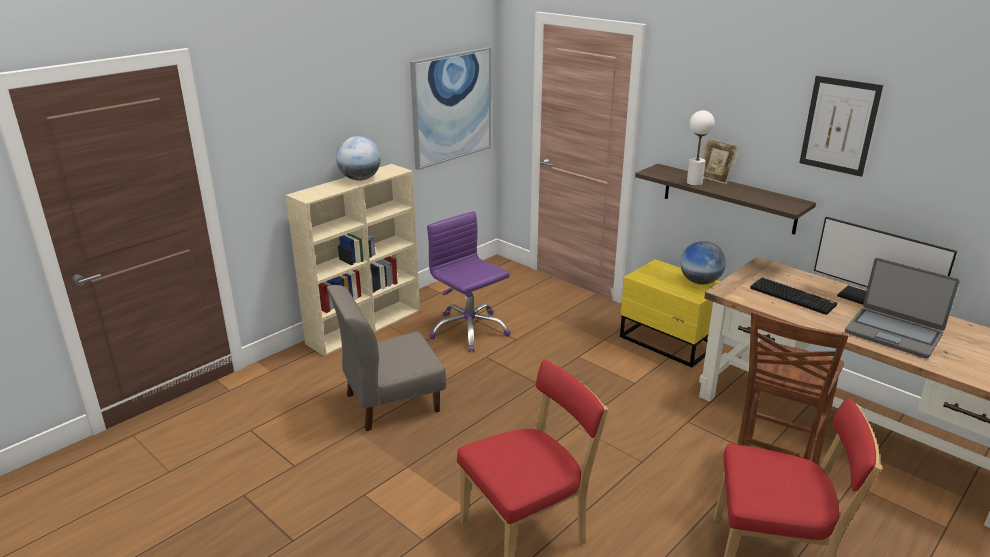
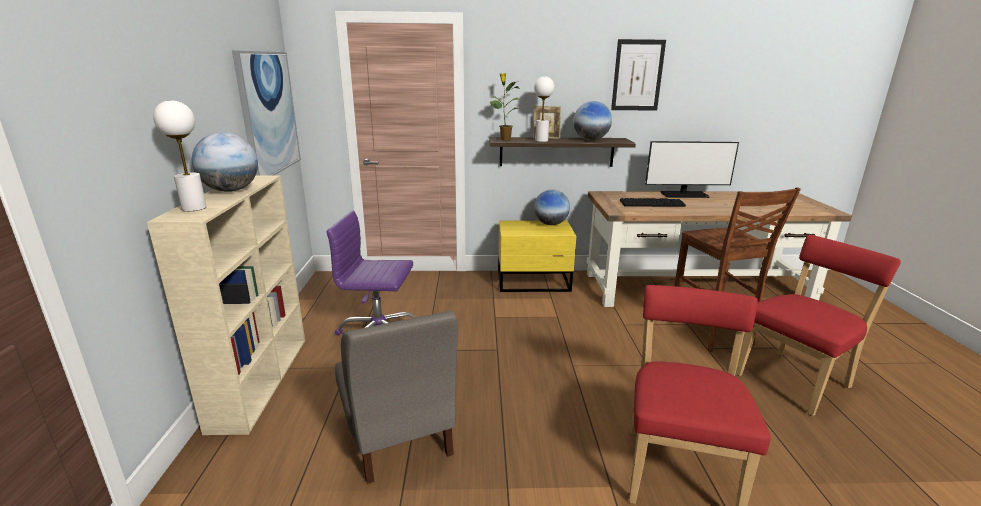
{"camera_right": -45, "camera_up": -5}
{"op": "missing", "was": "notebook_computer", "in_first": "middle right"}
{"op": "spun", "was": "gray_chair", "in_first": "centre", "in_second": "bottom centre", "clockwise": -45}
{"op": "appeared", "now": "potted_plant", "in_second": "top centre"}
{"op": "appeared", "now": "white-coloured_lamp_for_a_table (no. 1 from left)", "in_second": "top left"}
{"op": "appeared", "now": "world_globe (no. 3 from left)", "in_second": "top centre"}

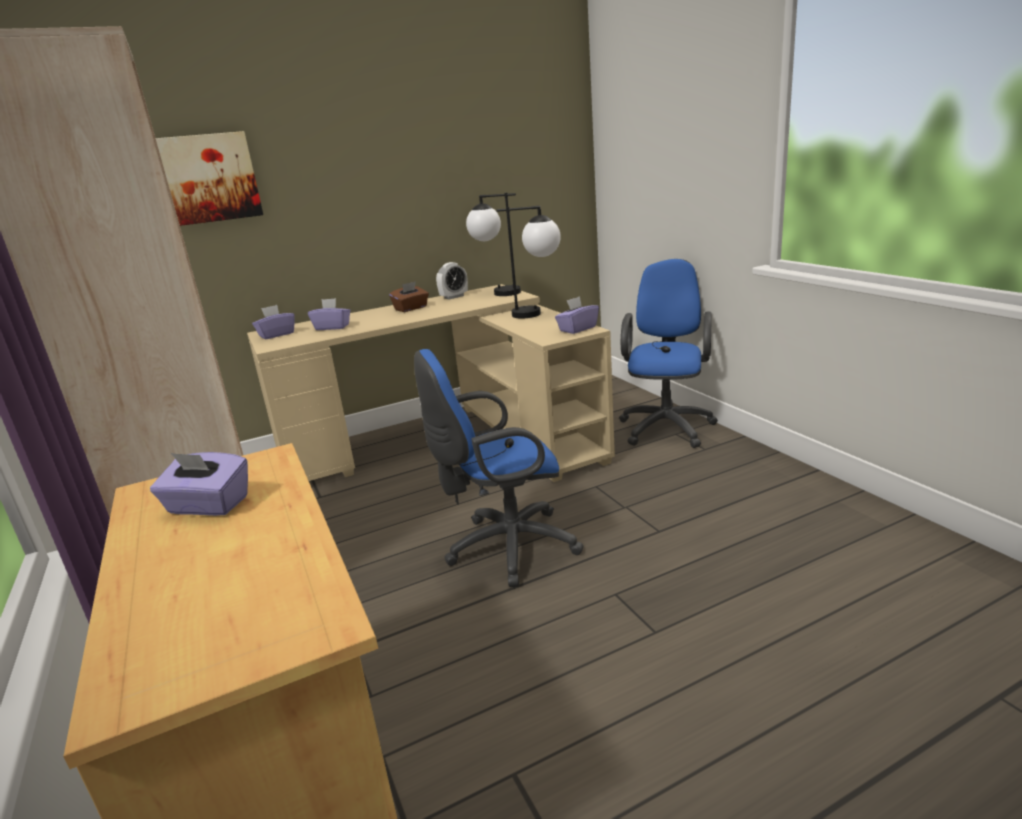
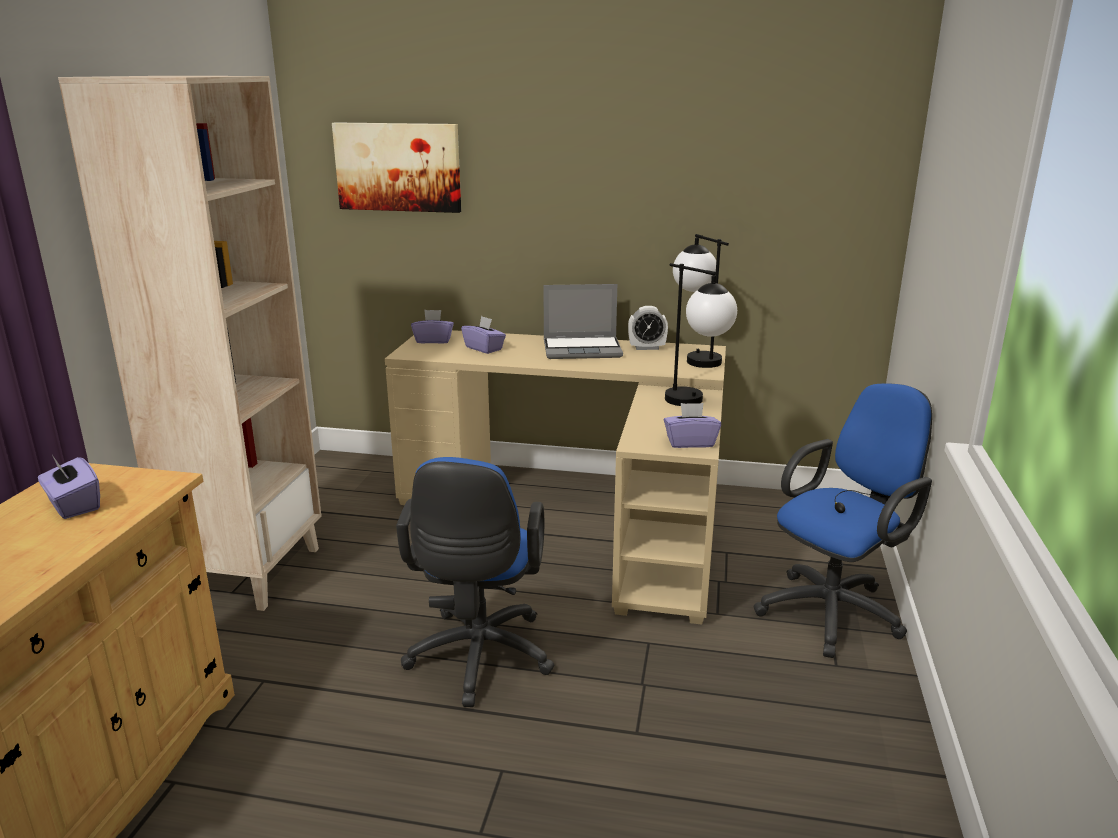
{"camera_right": 35, "camera_up": 0}
{"op": "exchanged", "was": "brownish_box_of_tissues", "now": "notebook_computer", "in_first": "centre", "in_second": "centre"}
{"op": "spun", "was": "blue-coloured_desk_chair (no. 1 from left)", "in_first": "centre", "in_second": "bottom centre", "clockwise": -105}

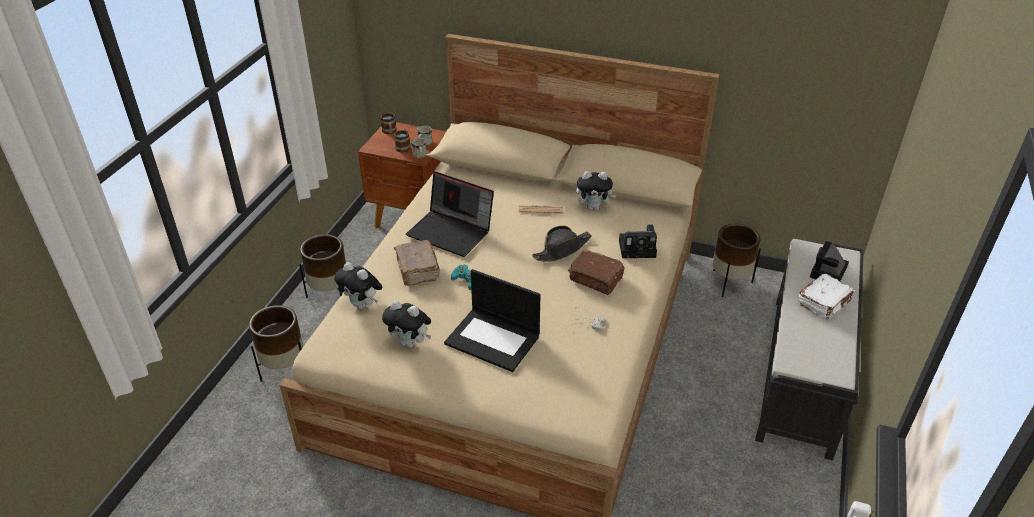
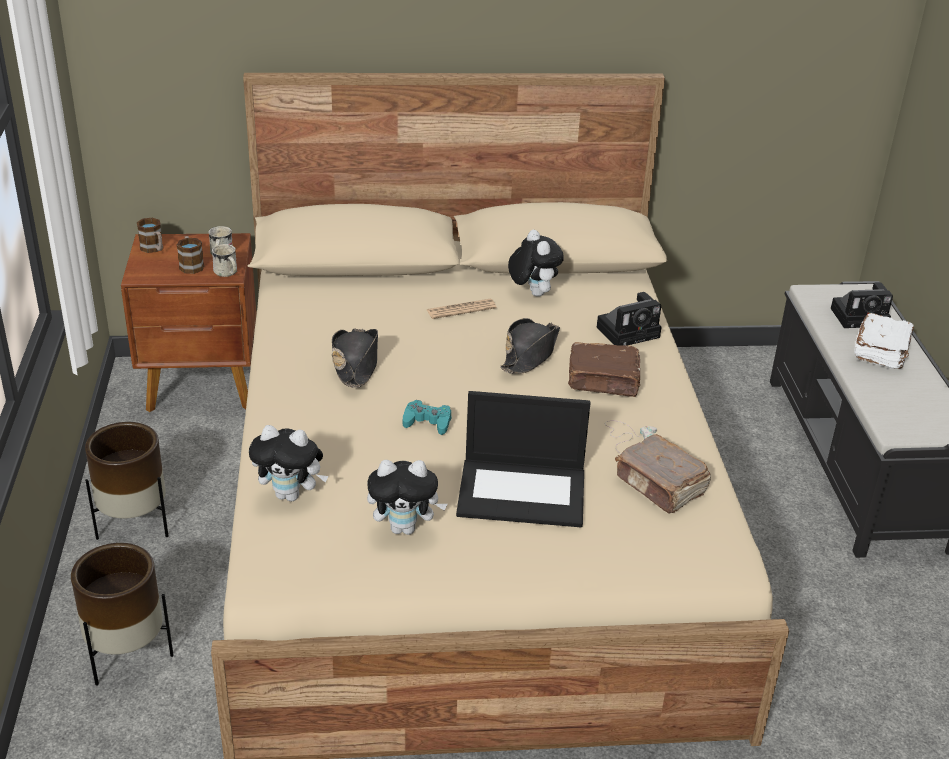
{"camera_right": -25, "camera_up": -5}
{"op": "exchanged", "was": "notebook_computer (no. 1 from left)", "now": "black_wearable_hat (no. 1 from left)", "in_first": "centre", "in_second": "centre"}
{"op": "spun", "was": "cuddly_toy (no. 3 from left)", "in_first": "centre", "in_second": "centre", "clockwise": -90}
{"op": "missing", "was": "brownish_flower_pot (no. 3 from left)", "in_first": "middle right"}
{"op": "relocated", "was": "brownish_book (no. 1 from left in the first image)", "now": "brownish_book (no. 2 from left)", "in_first": "centre", "in_second": "middle right"}
{"op": "spun", "was": "still_camera (no. 2 from left)", "in_first": "middle right", "in_second": "middle right", "clockwise": -105}

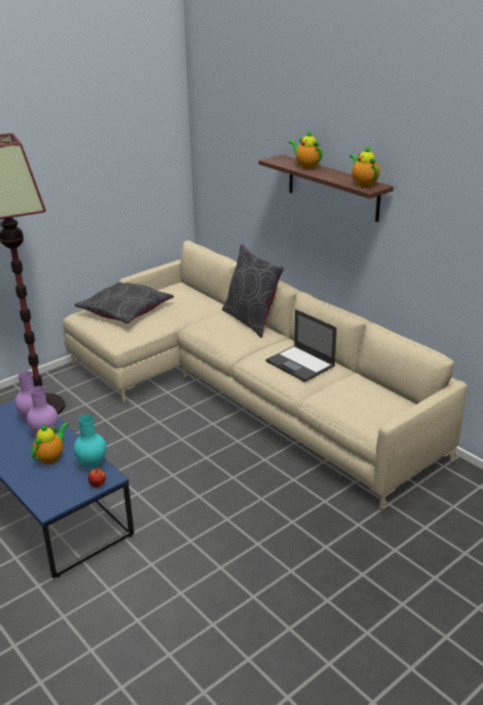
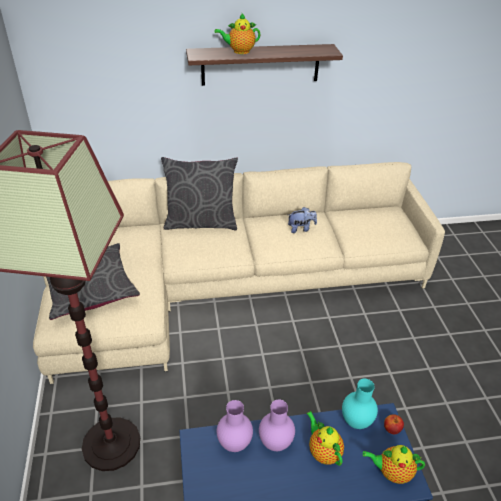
{"camera_right": -60, "camera_up": 10}
{"op": "relocated", "was": "pot_for_tea (no. 3 from left)", "in_first": "top right", "in_second": "bottom right"}
{"op": "exchanged", "was": "notebook_computer", "now": "cuddly_toy", "in_first": "centre", "in_second": "centre"}

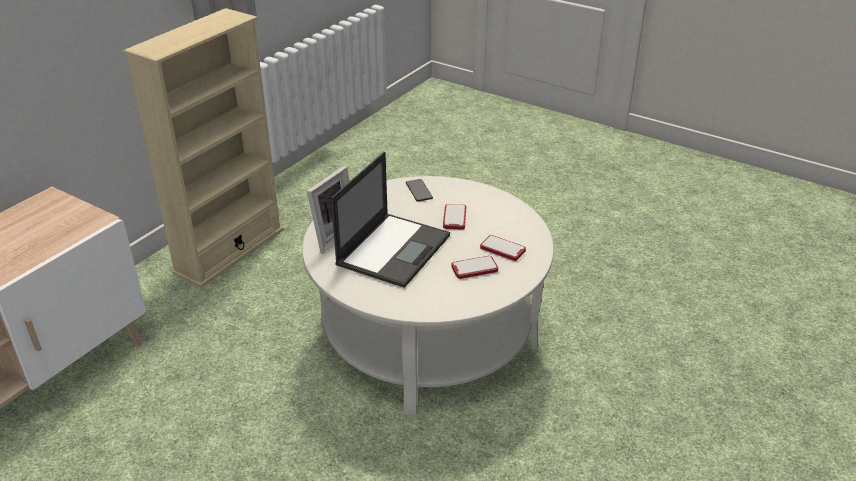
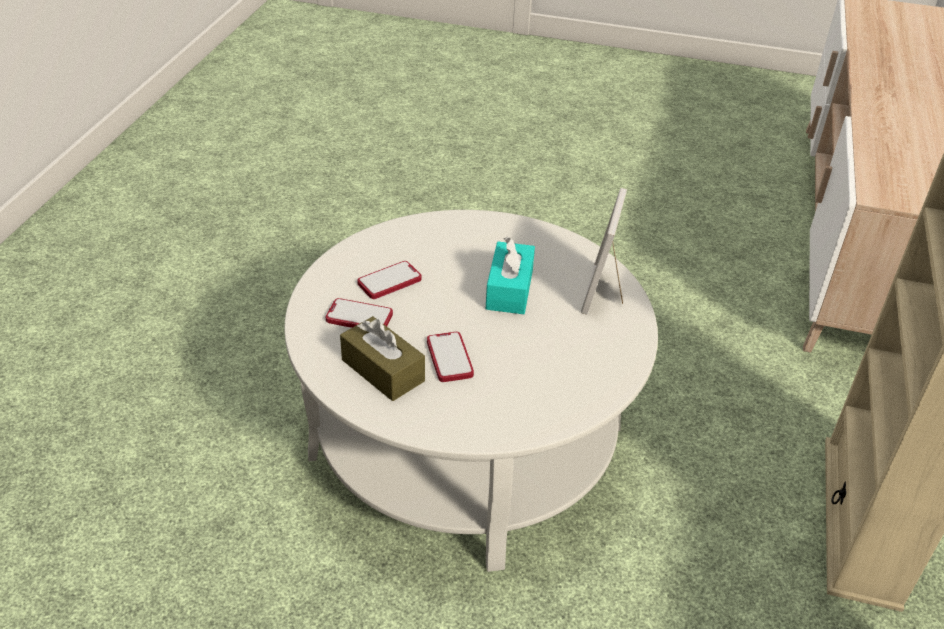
{"camera_right": 160, "camera_up": 5}
{"op": "exchanged", "was": "notebook_computer", "now": "turquoise_box_of_tissues", "in_first": "centre", "in_second": "centre"}
{"op": "missing", "was": "telephone (no. 1 from left)", "in_first": "centre"}
{"op": "appeared", "now": "brownish_box_of_tissues", "in_second": "centre"}

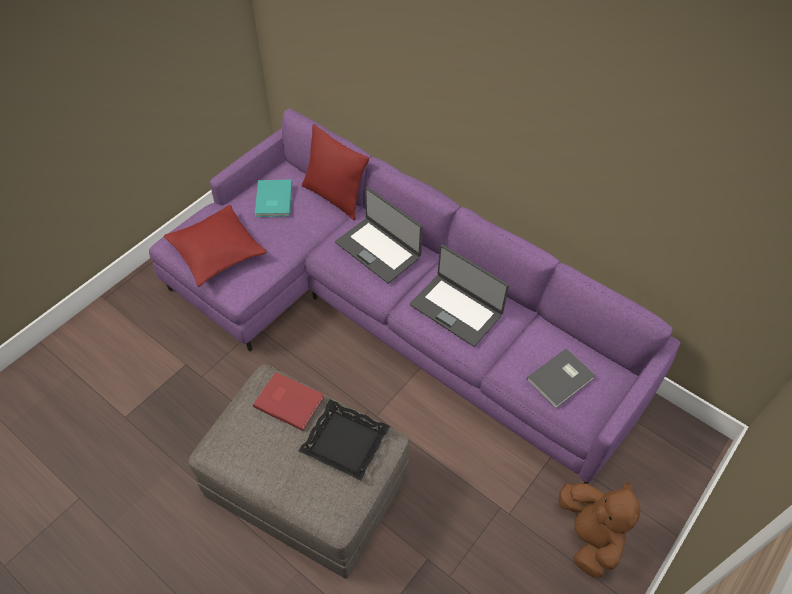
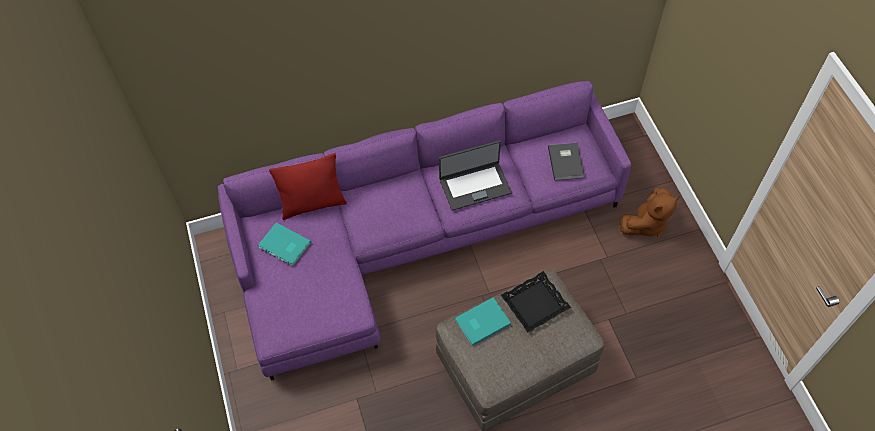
{"camera_right": -55, "camera_up": 5}
{"op": "missing", "was": "notebook_computer (no. 1 from left)", "in_first": "centre"}
{"op": "missing", "was": "reddish_pillow (no. 1 from left)", "in_first": "middle left"}
{"op": "colour", "was": "reddish_book", "now": "turquoise_book (no. 2 from left)", "in_first": "bottom centre", "in_second": "bottom centre"}
{"op": "spun", "was": "brownish_cuddly_toy", "in_first": "bottom right", "in_second": "middle right", "clockwise": 120}

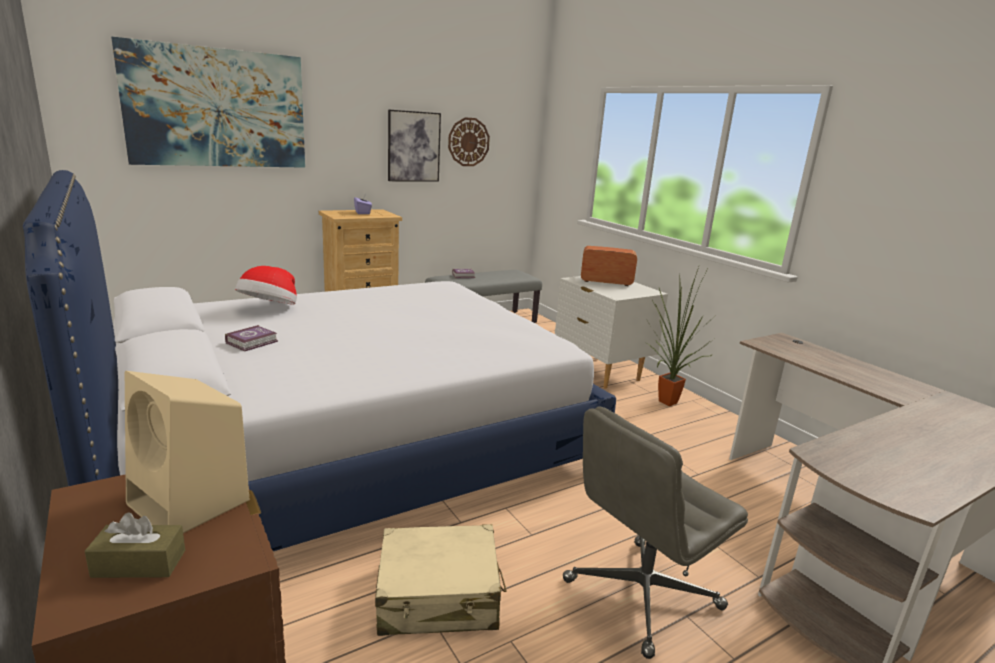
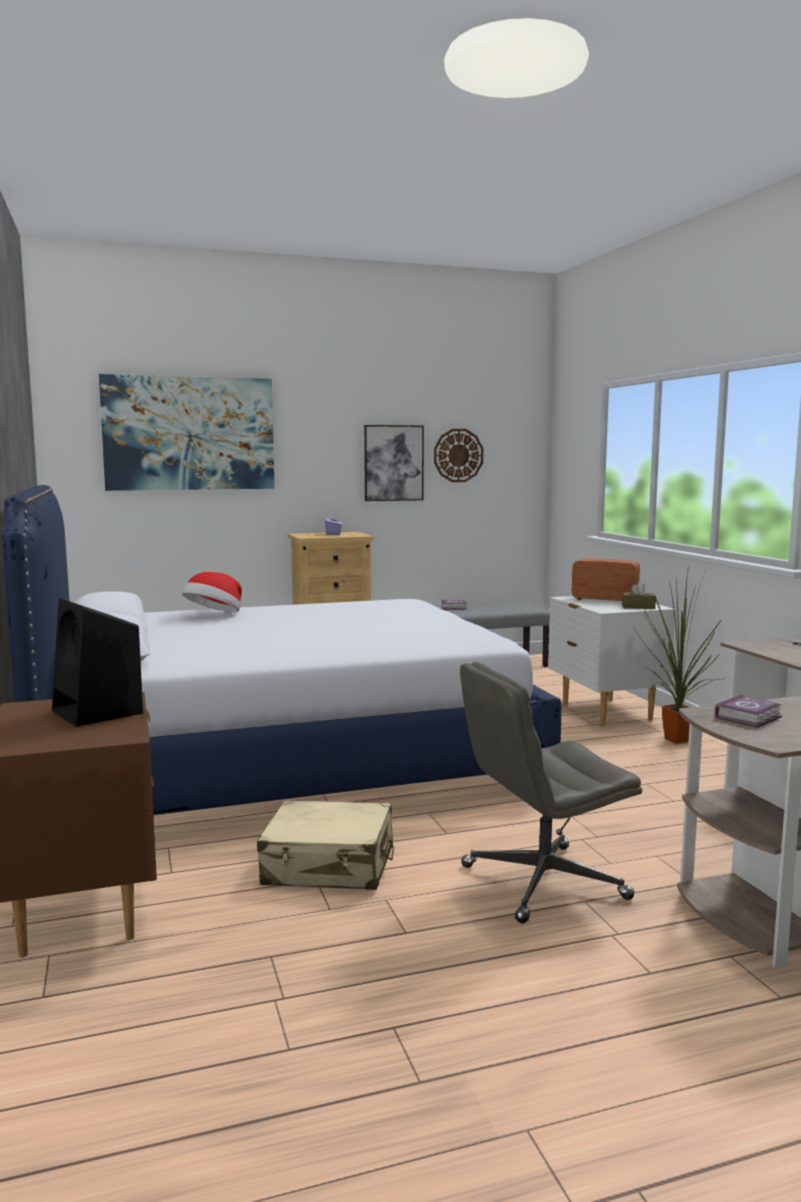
{"camera_right": 15, "camera_up": -10}
{"op": "relocated", "was": "book (no. 1 from left in the first image)", "now": "book (no. 2 from left)", "in_first": "middle left", "in_second": "middle right"}
{"op": "colour", "was": "beige_speaker", "now": "black_speaker", "in_first": "bottom left", "in_second": "middle left"}
{"op": "relocated", "was": "brownish_box_of_tissues", "in_first": "bottom left", "in_second": "middle right"}

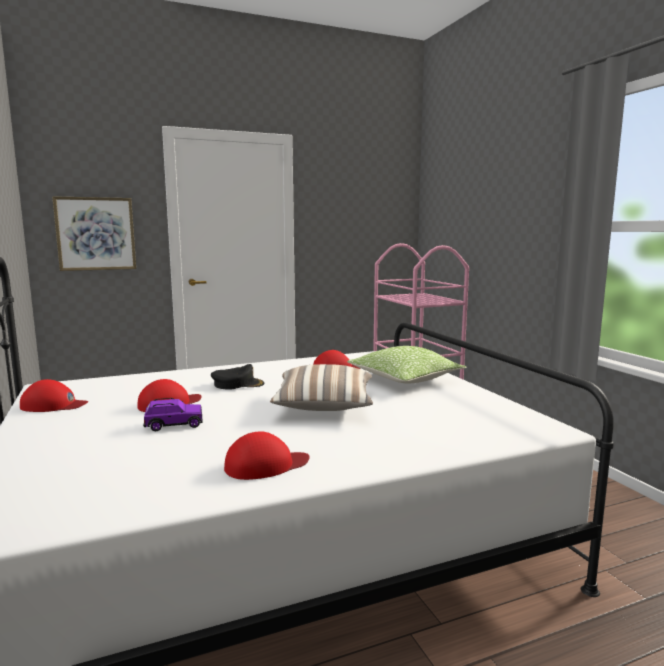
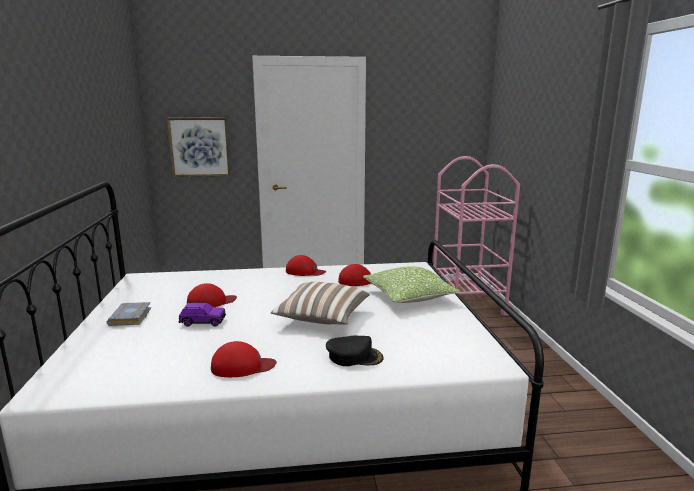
{"camera_right": 15, "camera_up": 5}
{"op": "relocated", "was": "black_cap", "in_first": "centre", "in_second": "bottom centre"}
{"op": "relocated", "was": "reddish_cap (no. 1 from left in the first image)", "now": "reddish_cap (no. 3 from left)", "in_first": "middle left", "in_second": "centre"}
{"op": "appeared", "now": "gray_book", "in_second": "middle left"}

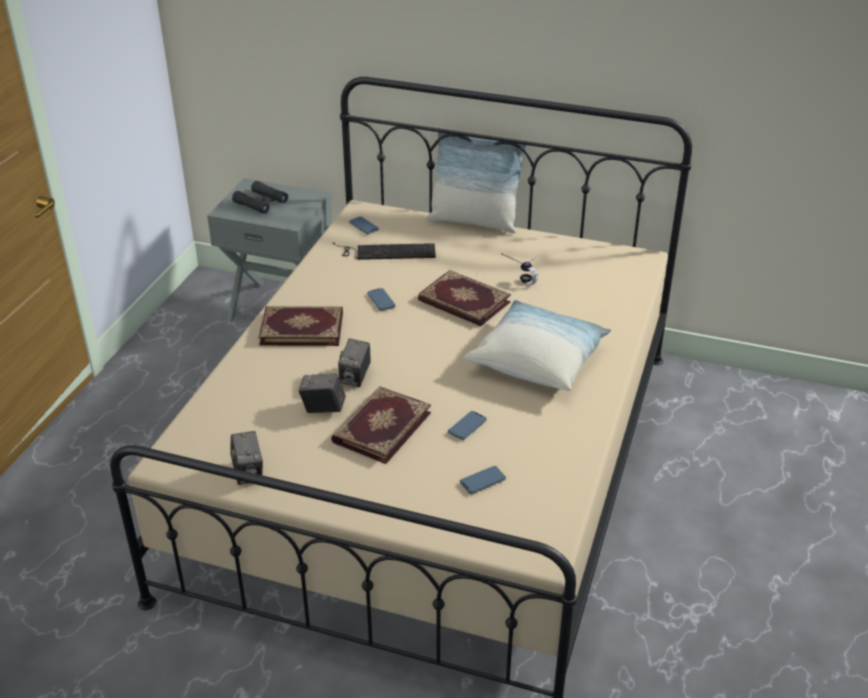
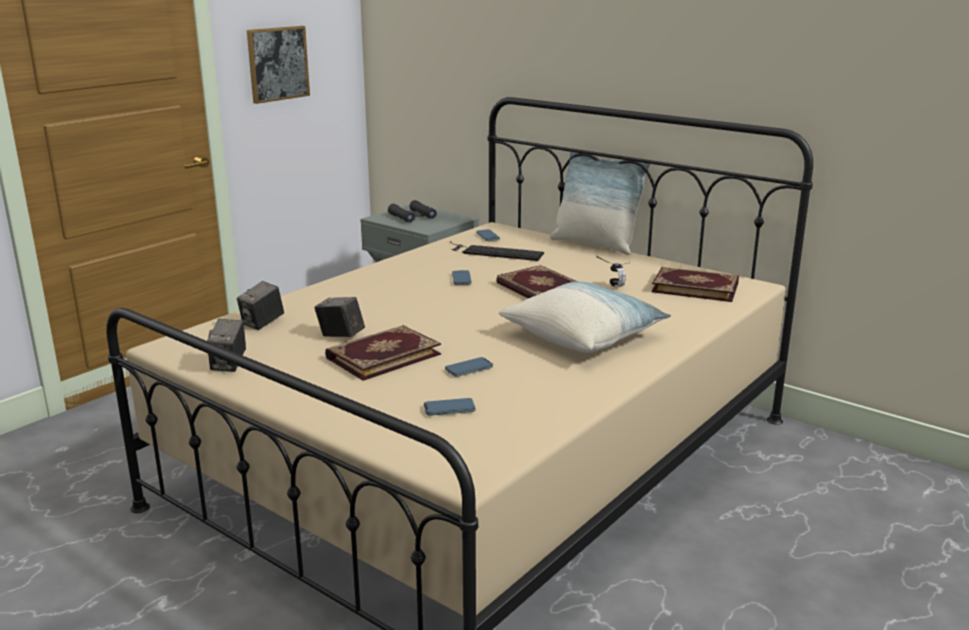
{"camera_right": 20, "camera_up": -15}
{"op": "relocated", "was": "book (no. 1 from left in the first image)", "now": "book (no. 3 from left)", "in_first": "centre", "in_second": "middle right"}
{"op": "relocated", "was": "still_camera (no. 3 from left in the first image)", "now": "still_camera (no. 2 from left)", "in_first": "centre", "in_second": "middle left"}
{"op": "appeared", "now": "wall_art", "in_second": "top left"}

